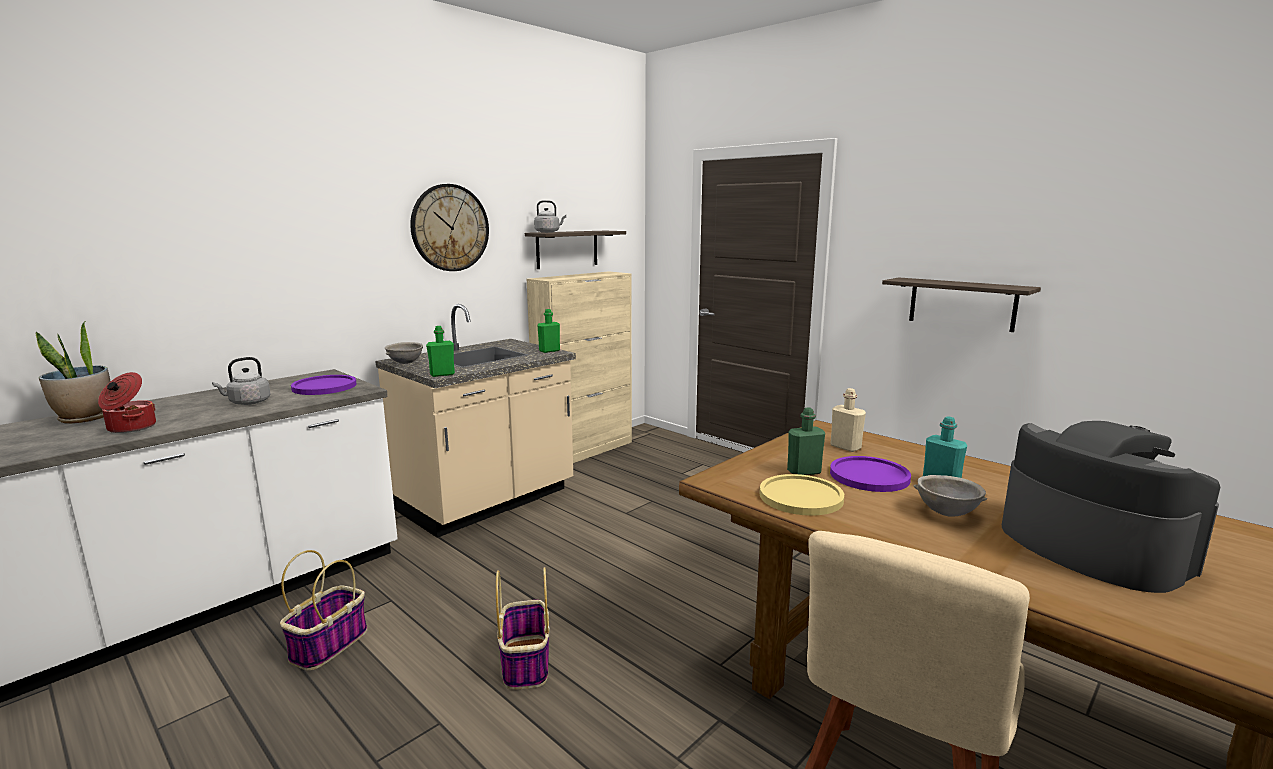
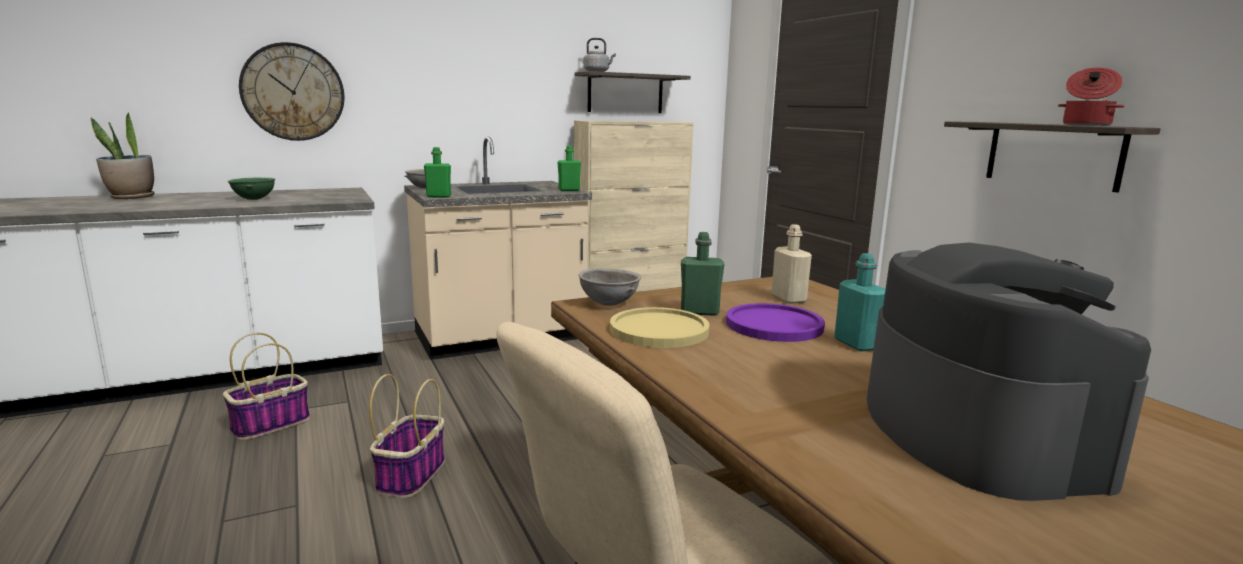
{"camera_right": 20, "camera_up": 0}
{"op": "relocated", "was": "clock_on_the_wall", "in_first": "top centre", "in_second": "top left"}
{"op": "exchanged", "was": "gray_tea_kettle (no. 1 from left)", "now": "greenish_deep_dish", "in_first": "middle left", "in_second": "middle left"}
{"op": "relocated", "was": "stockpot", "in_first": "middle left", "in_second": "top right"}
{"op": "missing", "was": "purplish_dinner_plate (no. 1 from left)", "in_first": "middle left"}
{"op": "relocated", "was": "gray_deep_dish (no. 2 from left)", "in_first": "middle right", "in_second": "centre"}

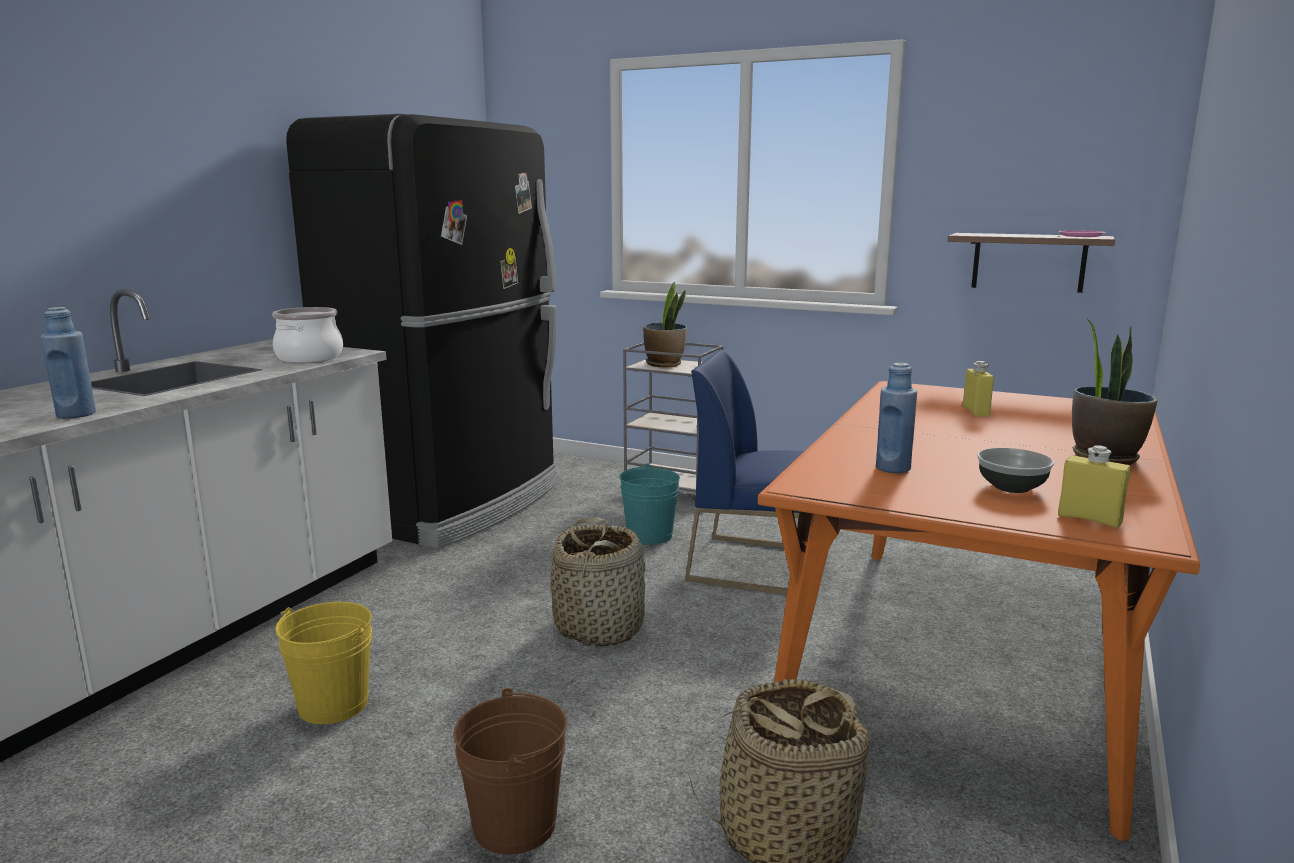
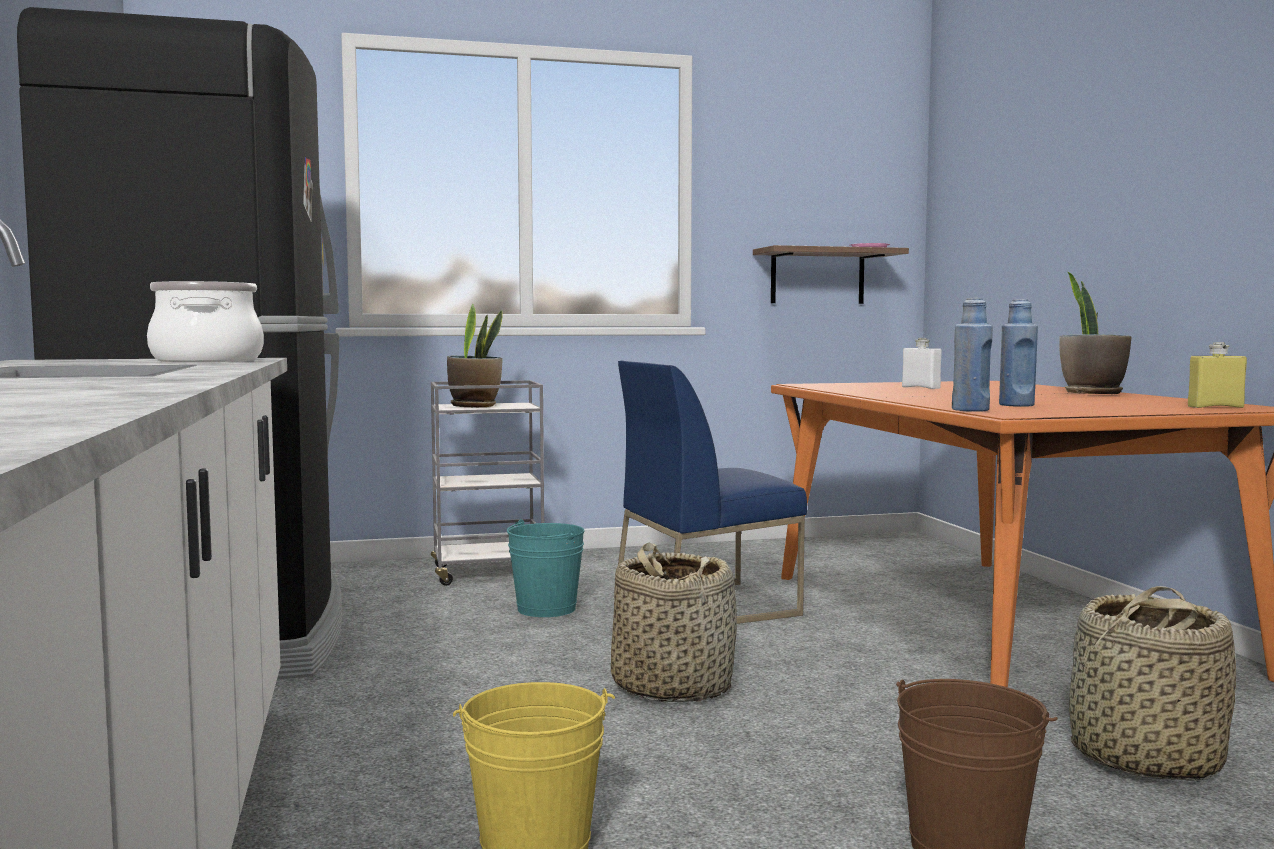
{"camera_right": -40, "camera_up": -10}
{"op": "relocated", "was": "blue-coloured_drink_bottle (no. 1 from left)", "in_first": "middle left", "in_second": "middle right"}
{"op": "colour", "was": "yellow-coloured_drink_bottle (no. 1 from left)", "now": "white-coloured_drink_bottle", "in_first": "middle right", "in_second": "middle right"}
{"op": "missing", "was": "deep_dish", "in_first": "middle right"}

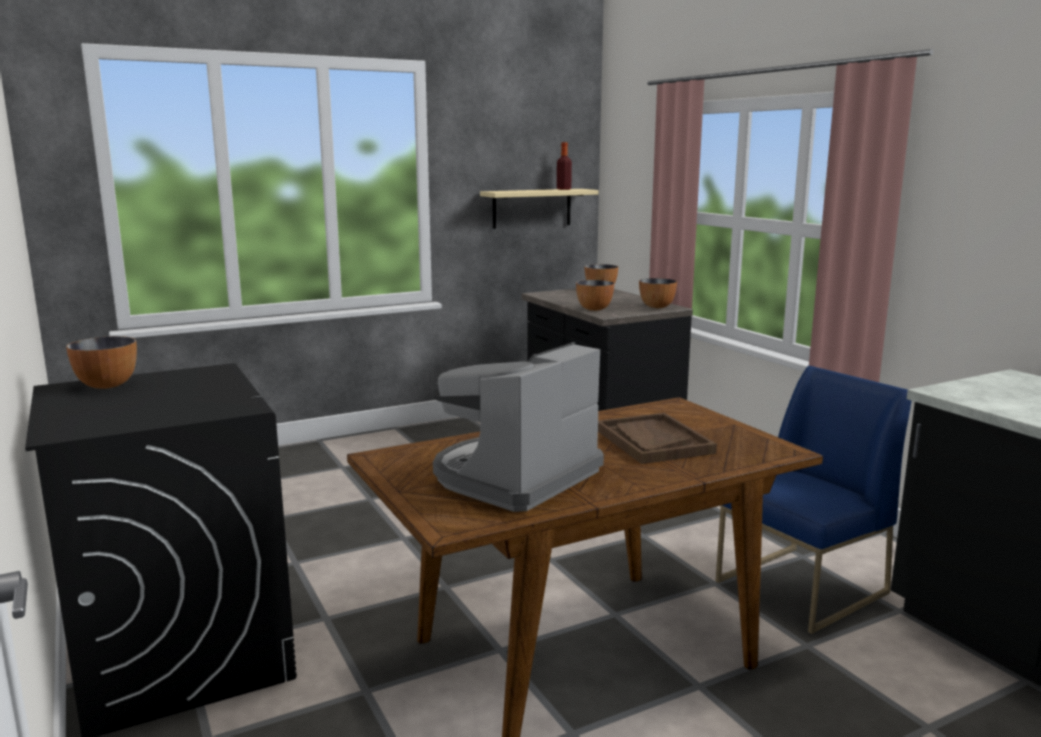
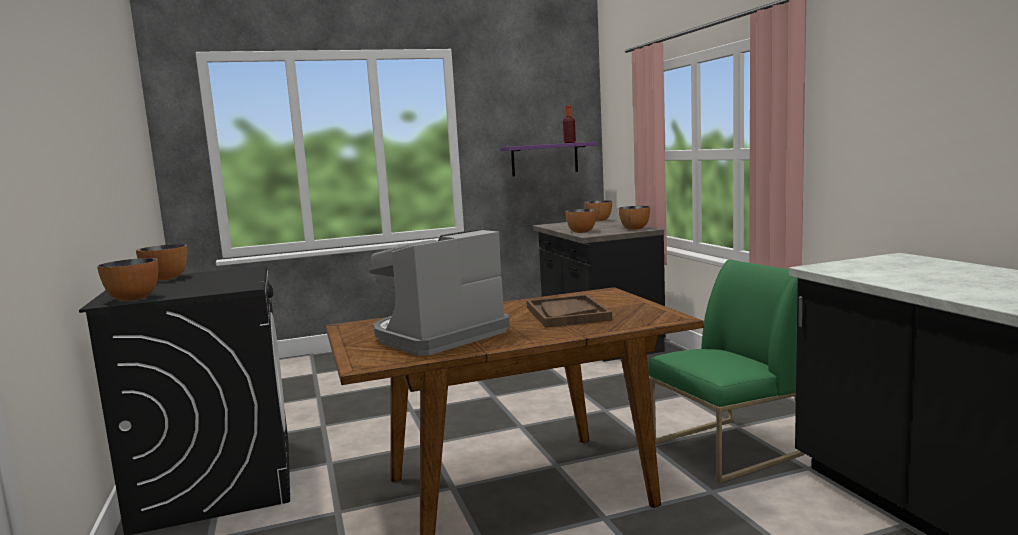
{"camera_right": 10, "camera_up": -5}
{"op": "colour", "was": "beige_shelf", "now": "purplish_shelf", "in_first": "top centre", "in_second": "top centre"}
{"op": "colour", "was": "blue-coloured_chair", "now": "greenish_chair", "in_first": "bottom right", "in_second": "bottom right"}
{"op": "appeared", "now": "deep_dish (no. 1 from left)", "in_second": "middle left"}

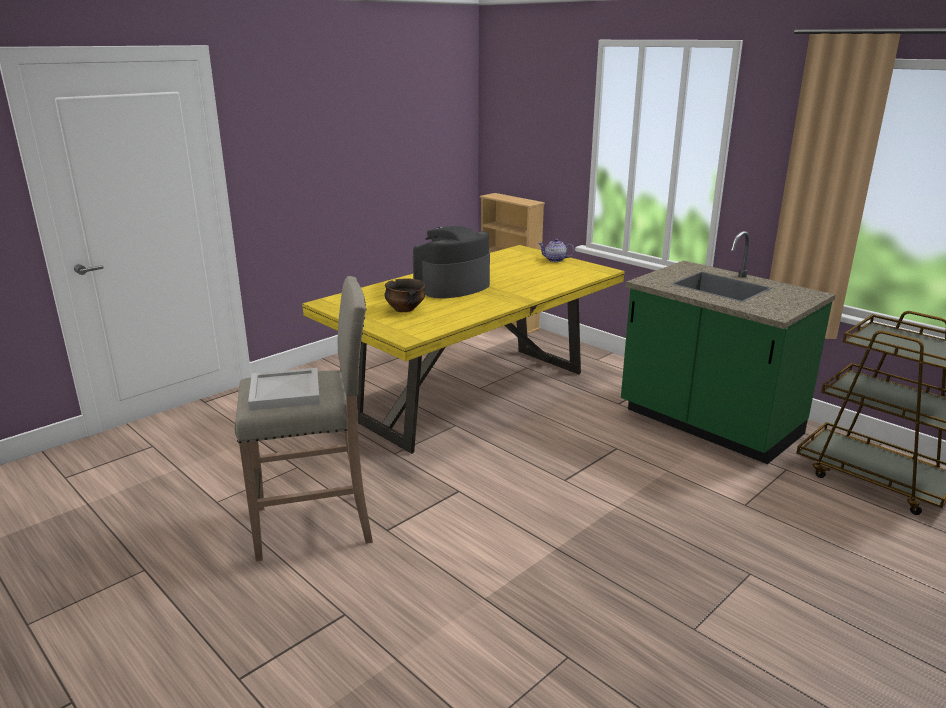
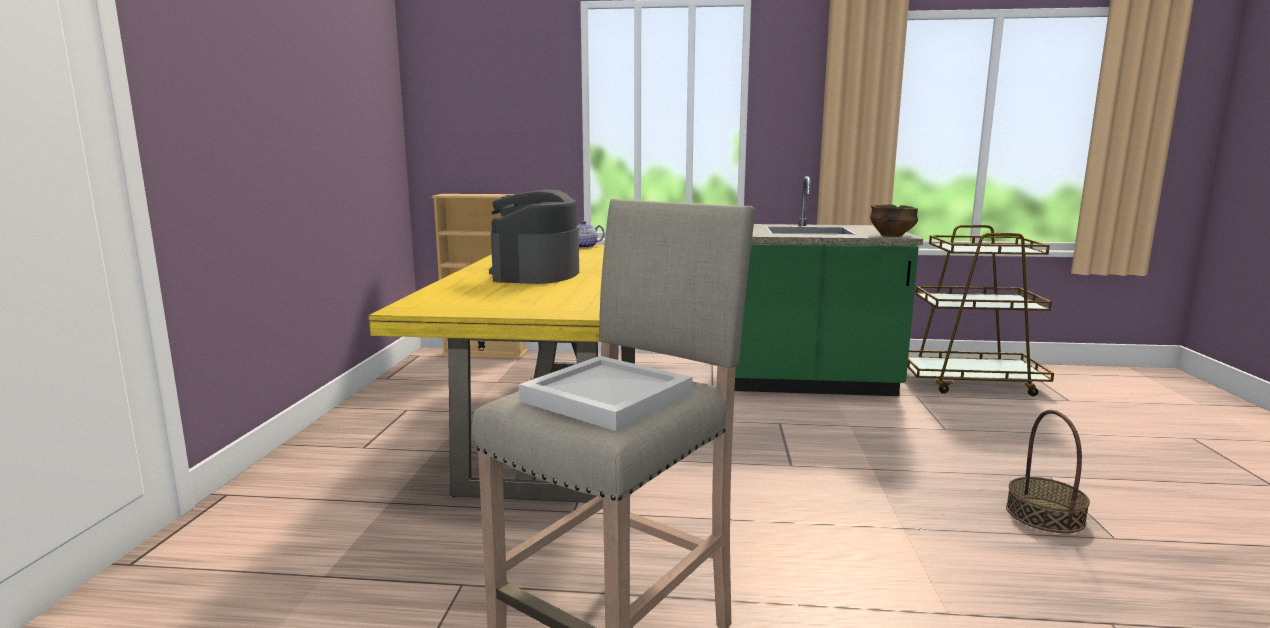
{"camera_right": -40, "camera_up": -10}
{"op": "relocated", "was": "deep_dish", "in_first": "centre", "in_second": "middle right"}
{"op": "appeared", "now": "household_basket", "in_second": "bottom right"}

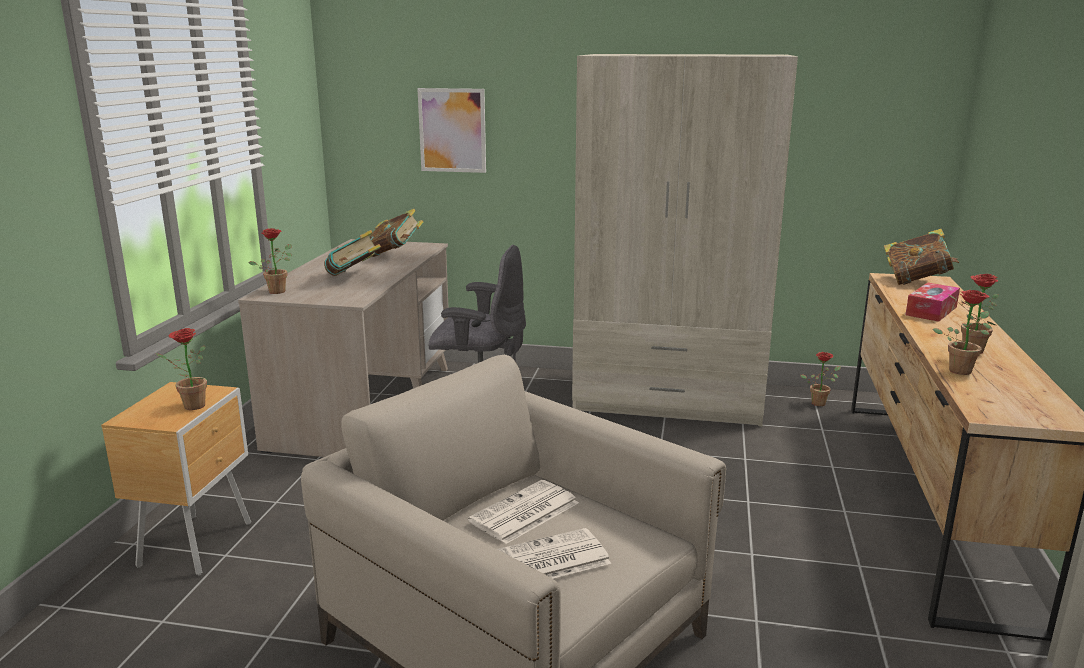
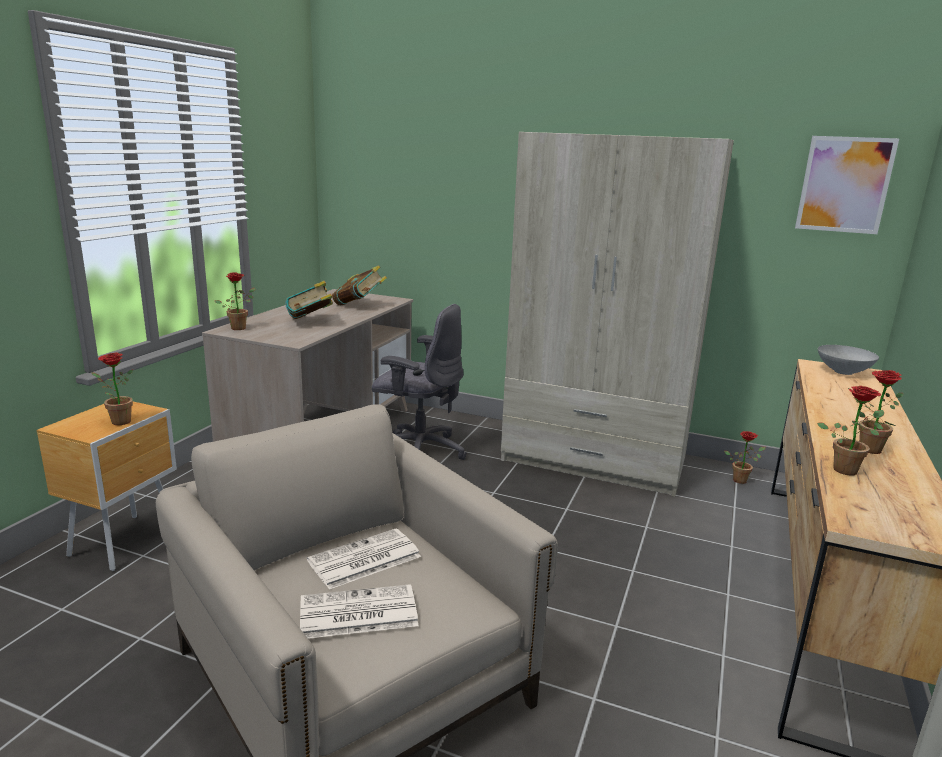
{"camera_right": 10, "camera_up": 0}
{"op": "relocated", "was": "wall_art", "in_first": "top centre", "in_second": "top right"}
{"op": "exchanged", "was": "book (no. 3 from left)", "now": "gray_deep_dish", "in_first": "middle right", "in_second": "middle right"}
{"op": "missing", "was": "box_of_tissues", "in_first": "middle right"}

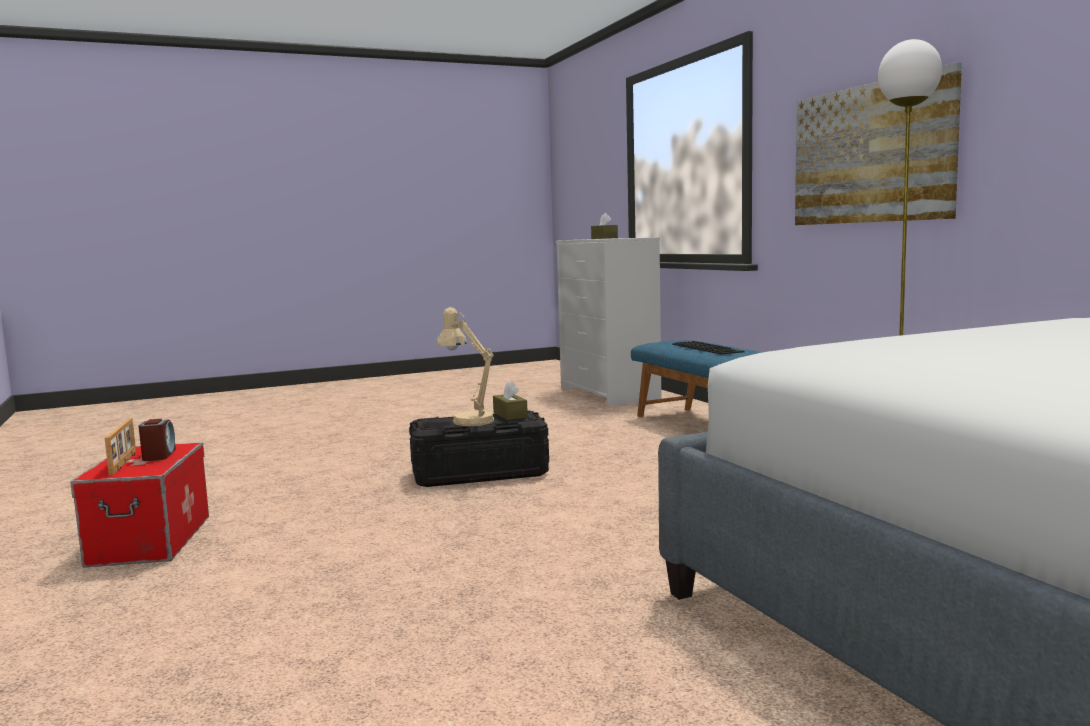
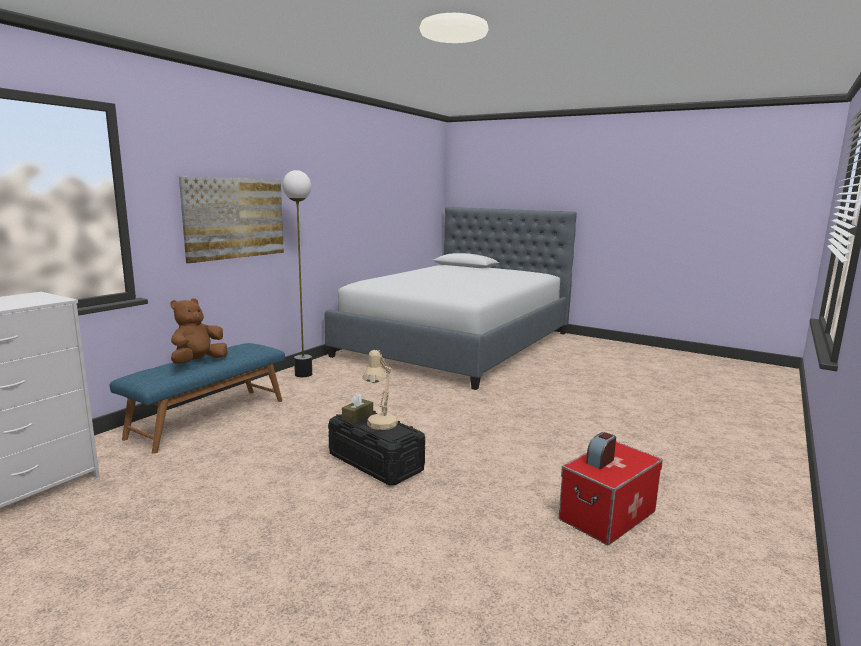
{"camera_right": -125, "camera_up": 5}
{"op": "missing", "was": "brownish_box_of_tissues (no. 2 from left)", "in_first": "top centre"}
{"op": "exchanged", "was": "computer_keyboard", "now": "brownish_cuddly_toy", "in_first": "centre", "in_second": "middle left"}
{"op": "missing", "was": "standing_frame", "in_first": "middle left"}

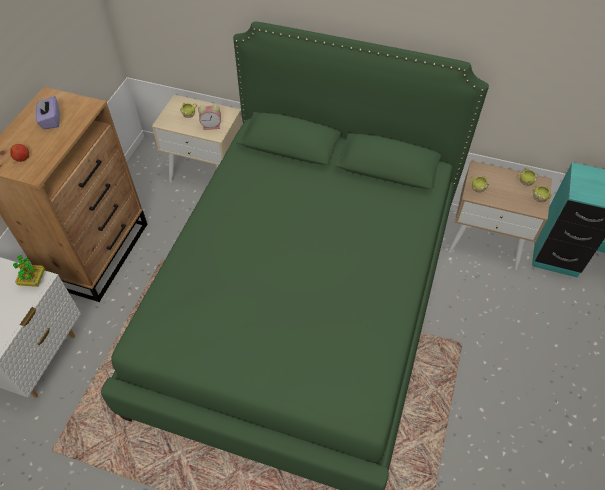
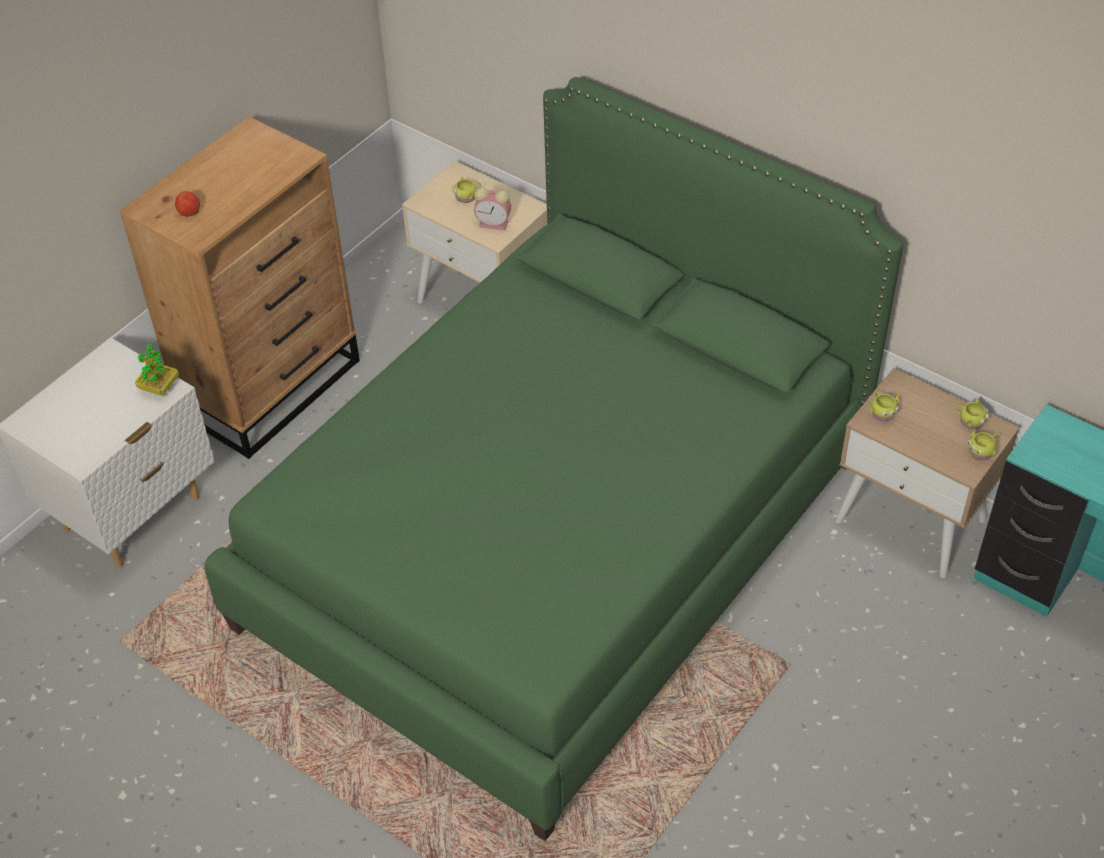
{"camera_right": 20, "camera_up": -5}
{"op": "missing", "was": "purplish_box_of_tissues", "in_first": "top left"}

